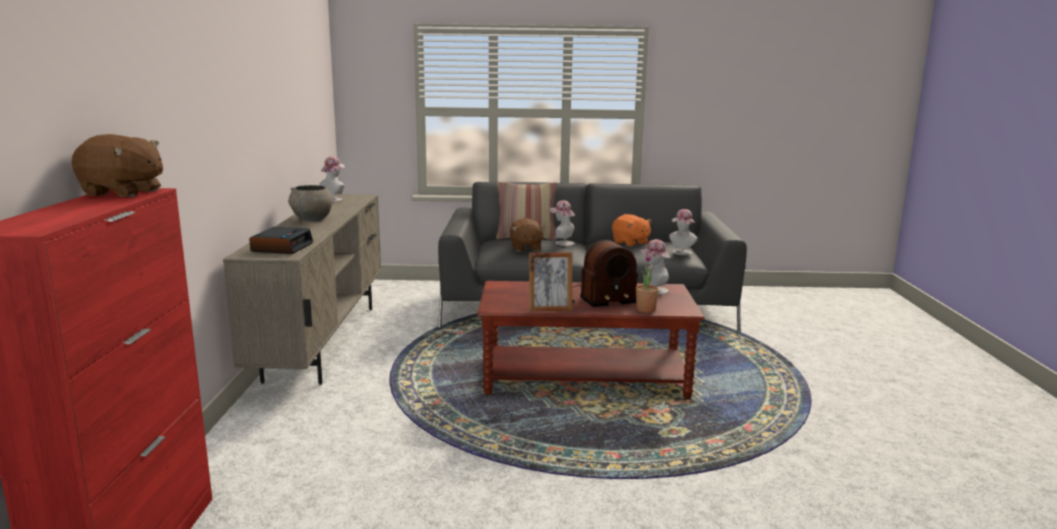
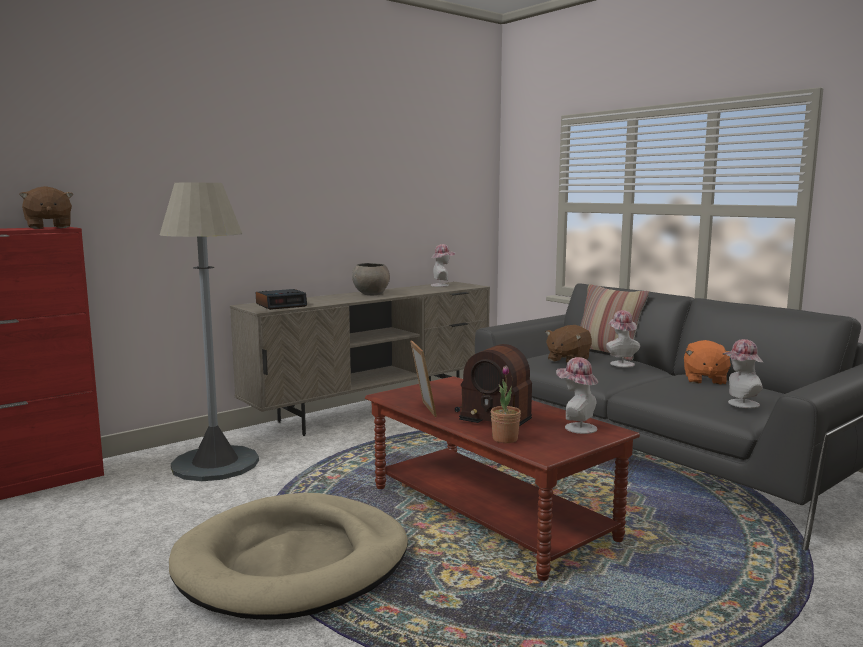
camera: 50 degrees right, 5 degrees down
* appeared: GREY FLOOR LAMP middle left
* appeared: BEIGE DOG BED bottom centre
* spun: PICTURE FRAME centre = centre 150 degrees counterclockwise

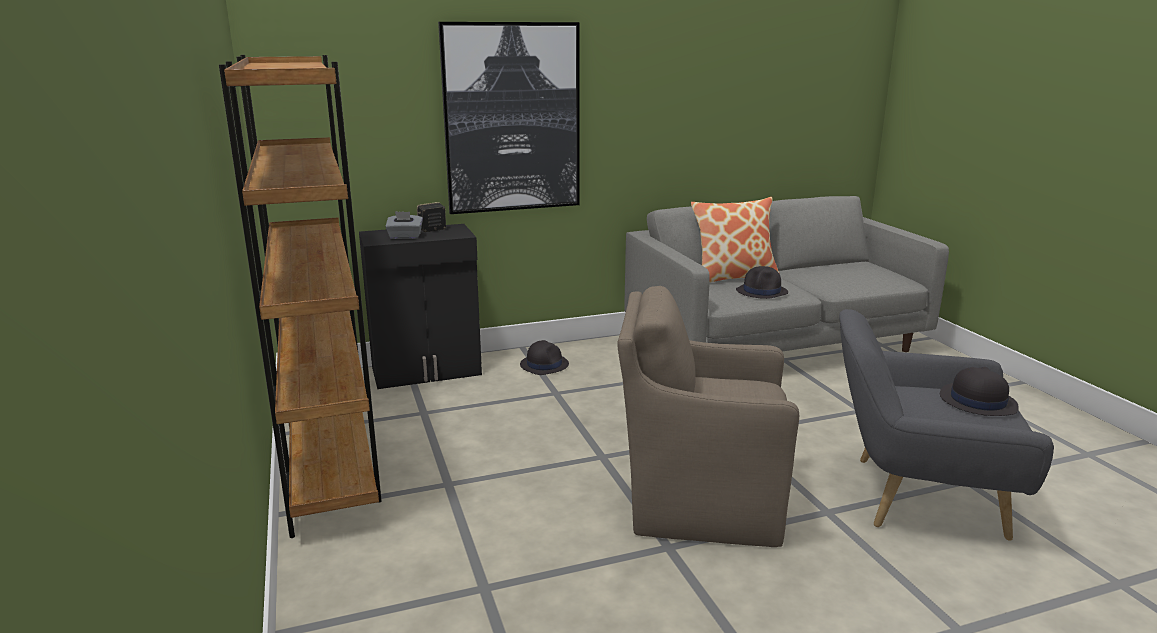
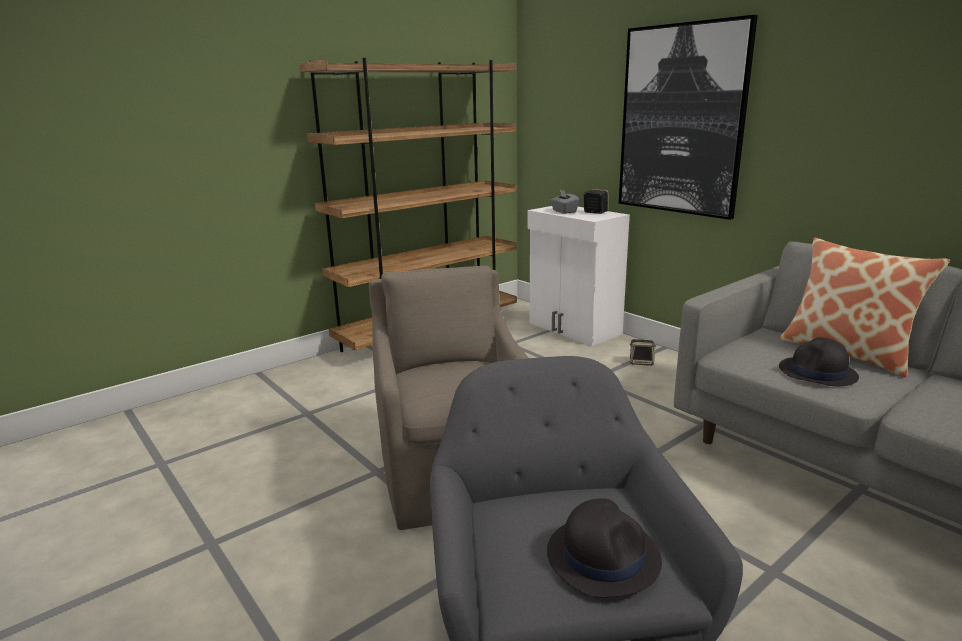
camera: 70 degrees right, 0 degrees up
* exchanged: BLACK HAT (no. 1 from left) centre to SPEAKER (no. 2 from left) middle right
* colour: BLACK CABINET centre to WHITE CABINET centre

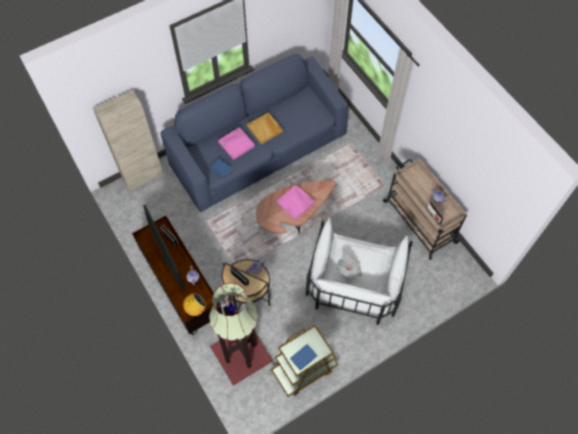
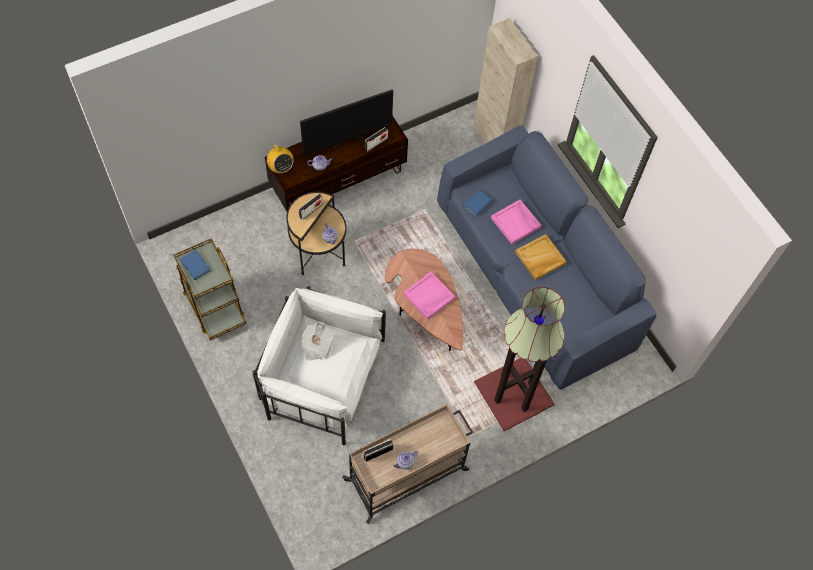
camera: 90 degrees right, 0 degrees up
* relocated: FLOOR LAMP bottom centre to centre

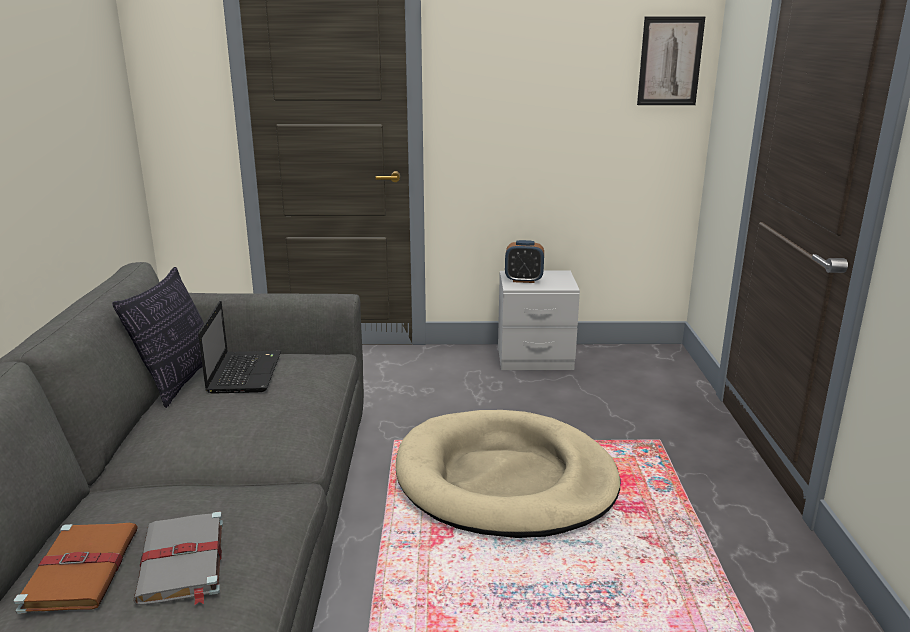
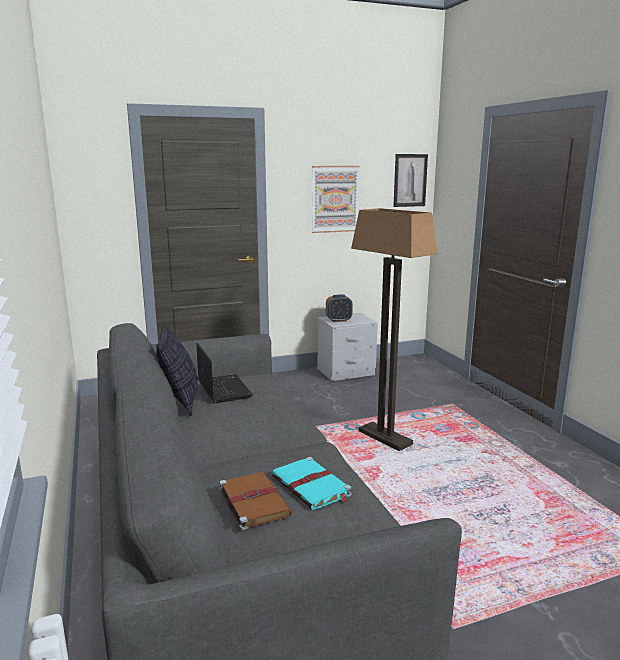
camera: 20 degrees left, 5 degrees down
* appeared: PICTURE (no. 1 from left) top centre
* exchanged: BEIGE DOG BED bottom centre to FLOOR LAMP centre
* colour: GREY BOOK bottom left to TURQUOISE BOOK bottom centre

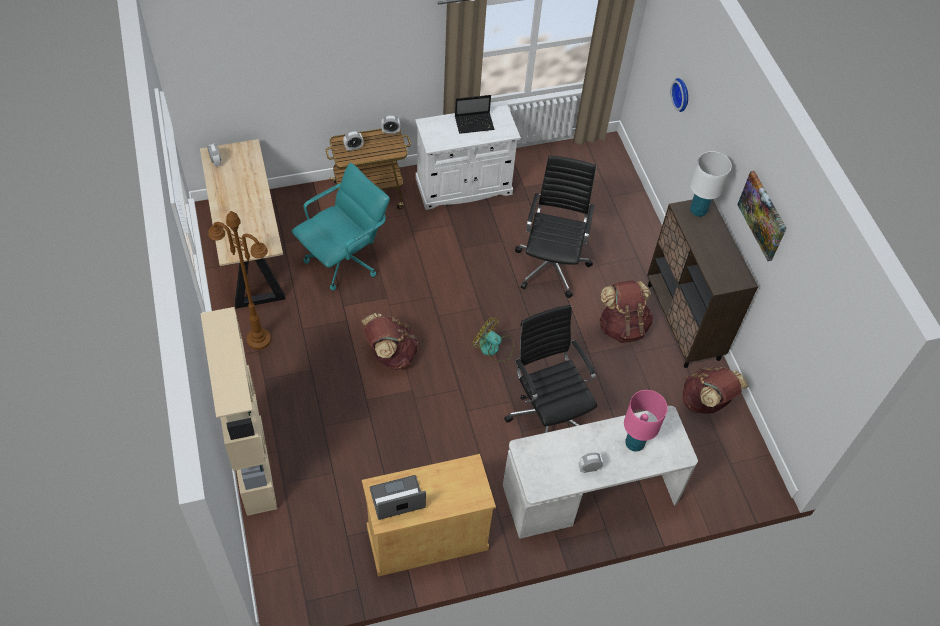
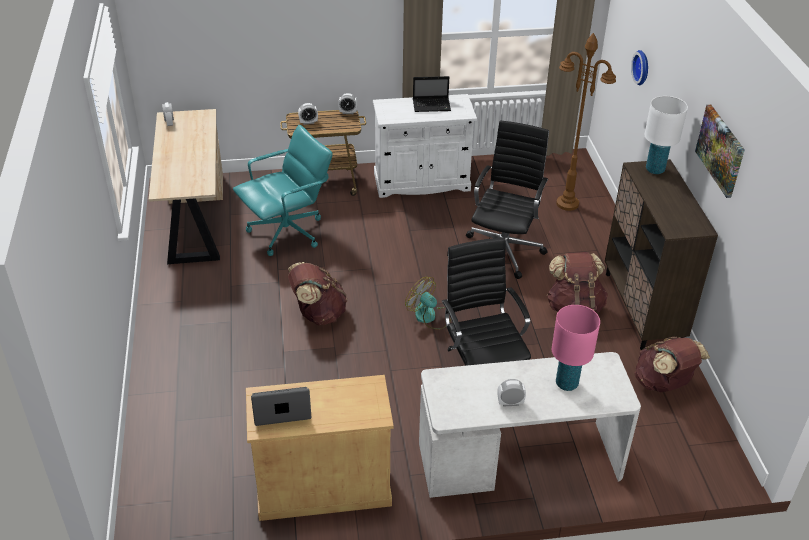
camera: 10 degrees right, 15 degrees down
* missing: BEIGE BOOKCASE middle left
* relocated: BROWN FLOOR LAMP middle left to top right

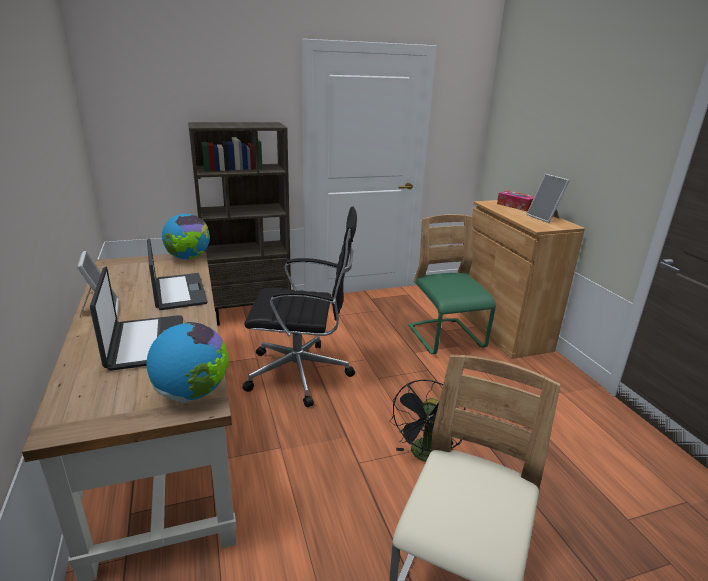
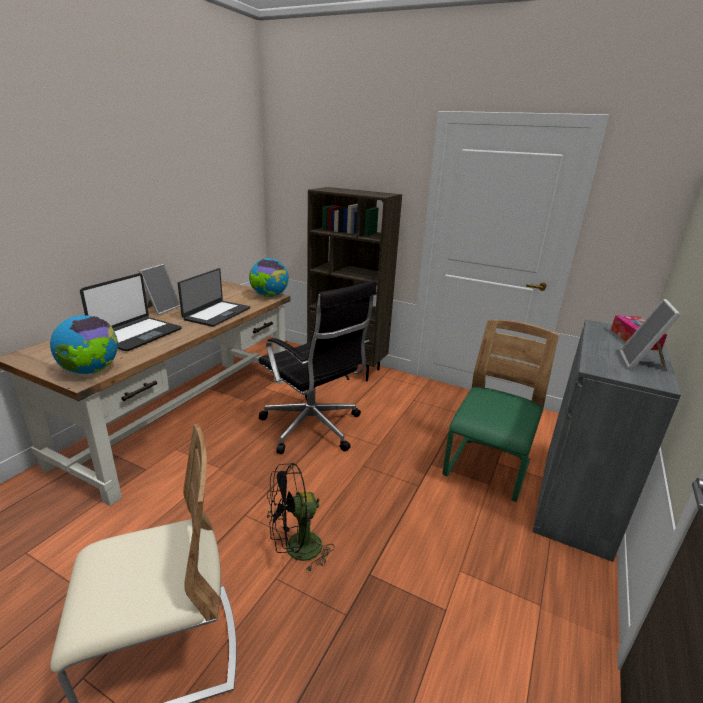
camera: 45 degrees right, 0 degrees up
* colour: BROWN CABINET middle right to GREY CABINET middle right

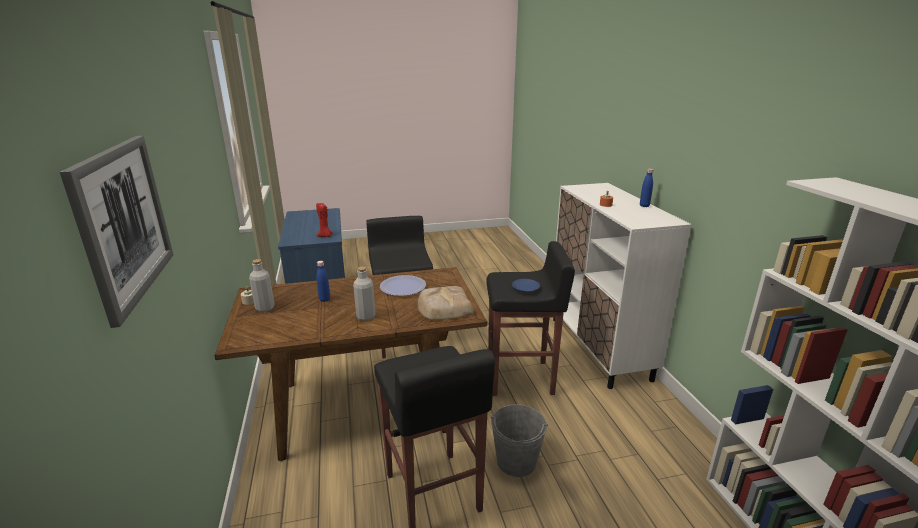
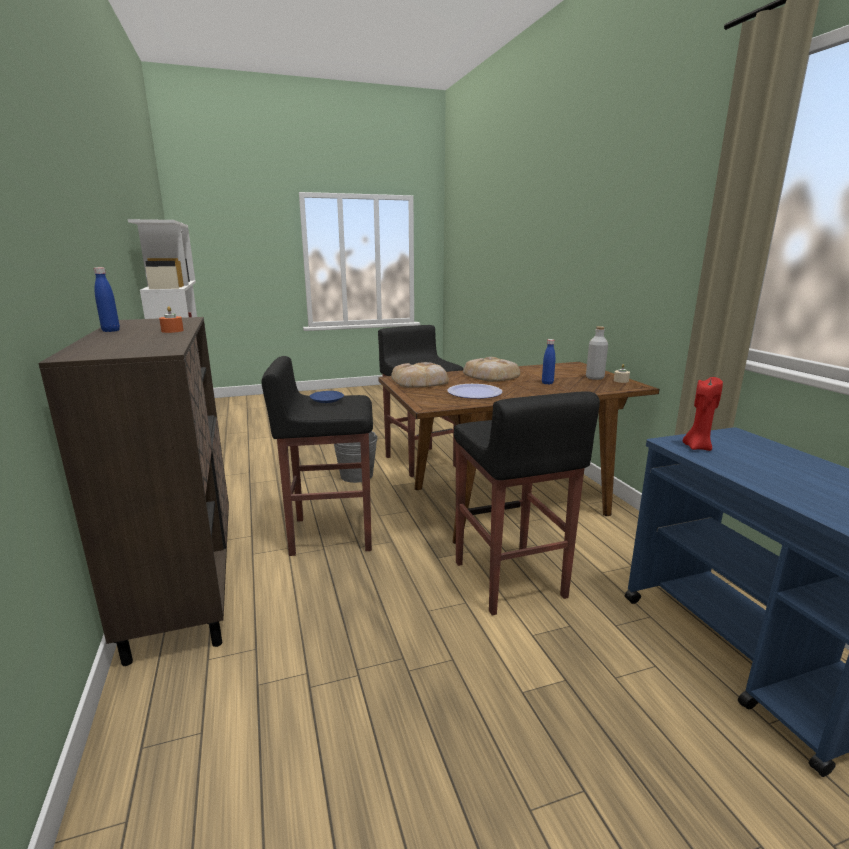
camera: 175 degrees right, 5 degrees down
* missing: PICTURE middle left
* exchanged: GREY BOTTLE (no. 2 from left) centre to BREAD (no. 2 from left) centre
* colour: WHITE CABINET middle right to BROWN CABINET middle left

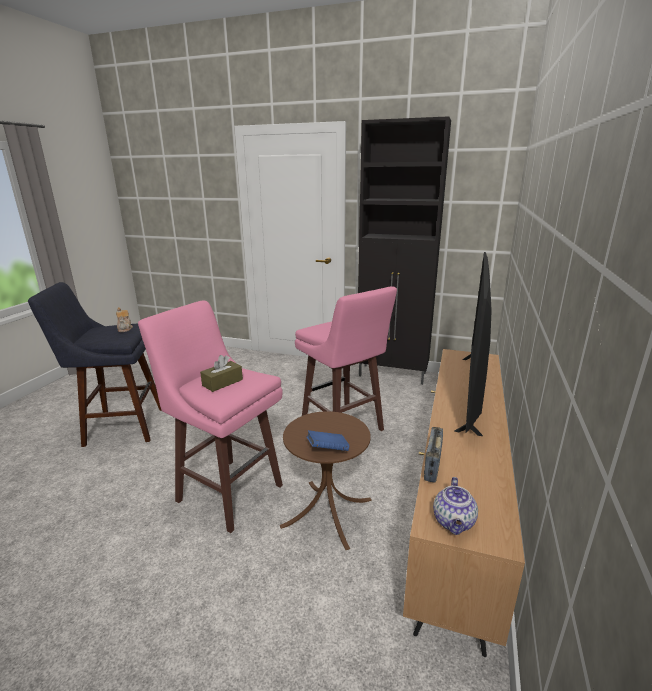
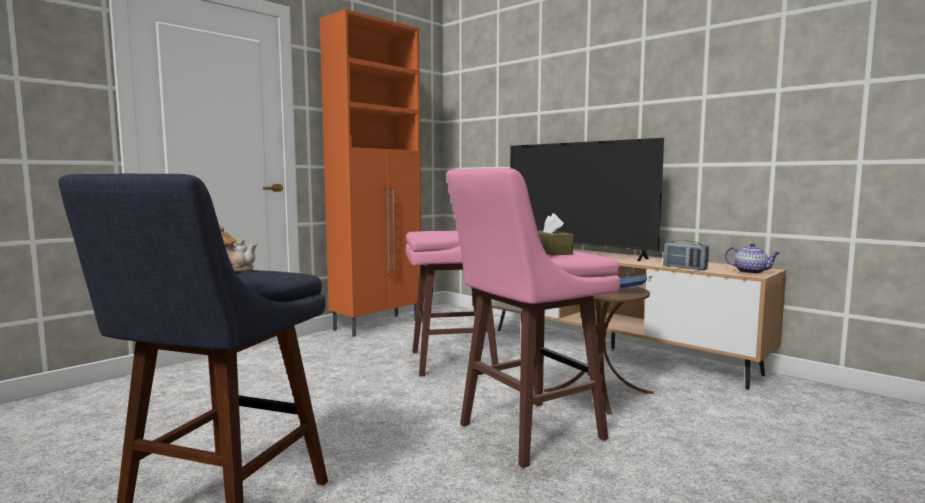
camera: 65 degrees left, 15 degrees down
* colour: BLACK CABINET centre to ORANGE CABINET centre

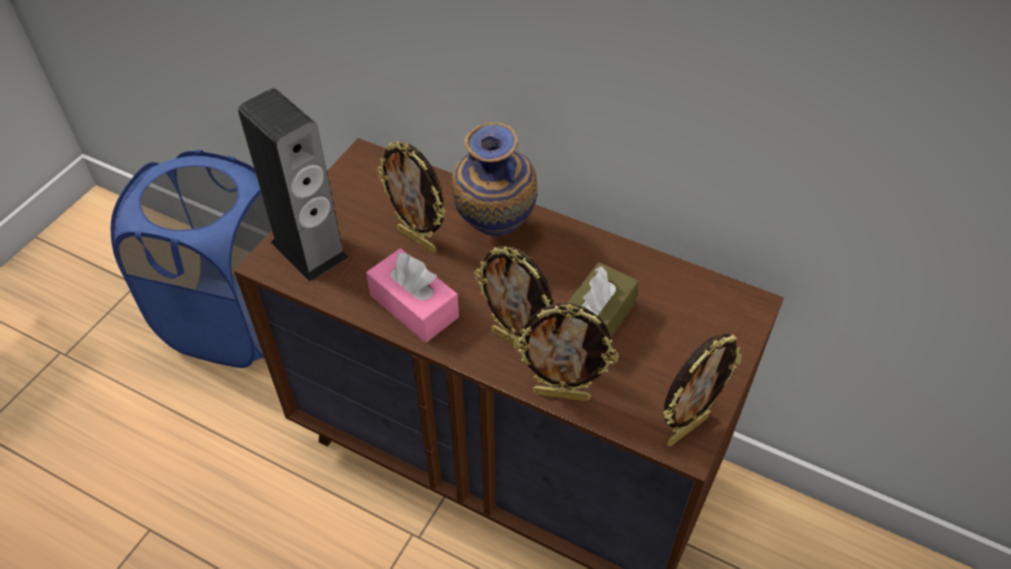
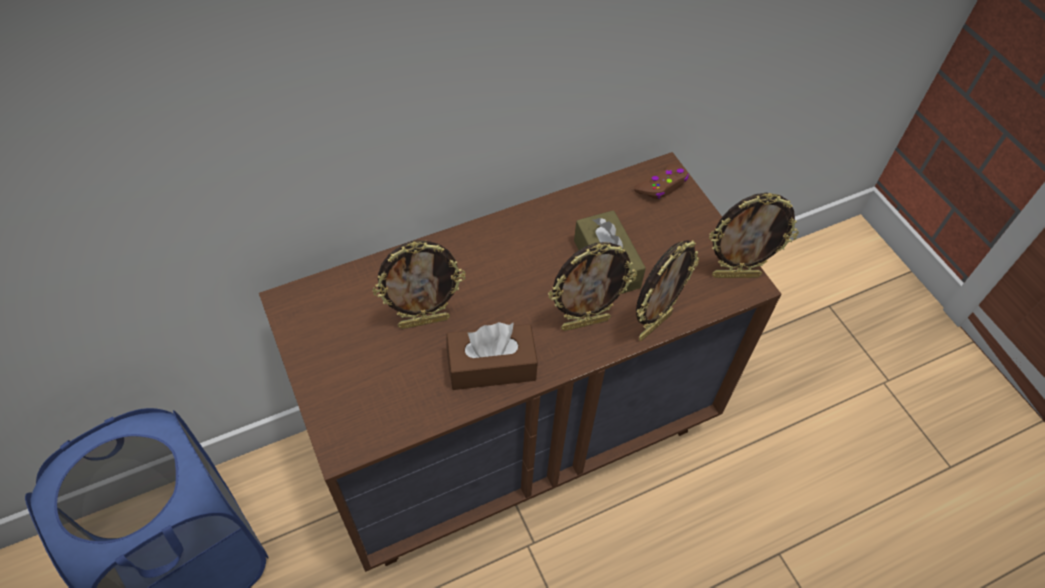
camera: 55 degrees left, 5 degrees up
* missing: SPEAKER top left
* missing: VASE top centre
* appeared: BROWN GAME CONTROLLER top centre
* colour: PINK TISSUE BOX centre to BROWN TISSUE BOX (no. 1 from left) centre
* spun: PICTURE FRAME (no. 4 from left) bottom right = middle right 90 degrees clockwise

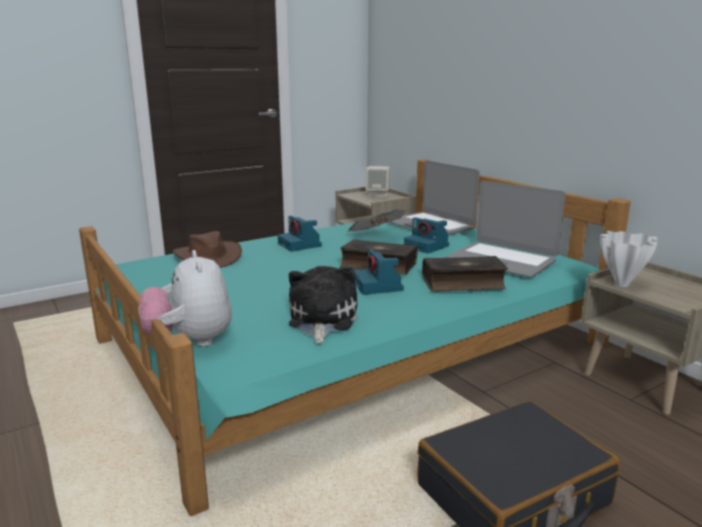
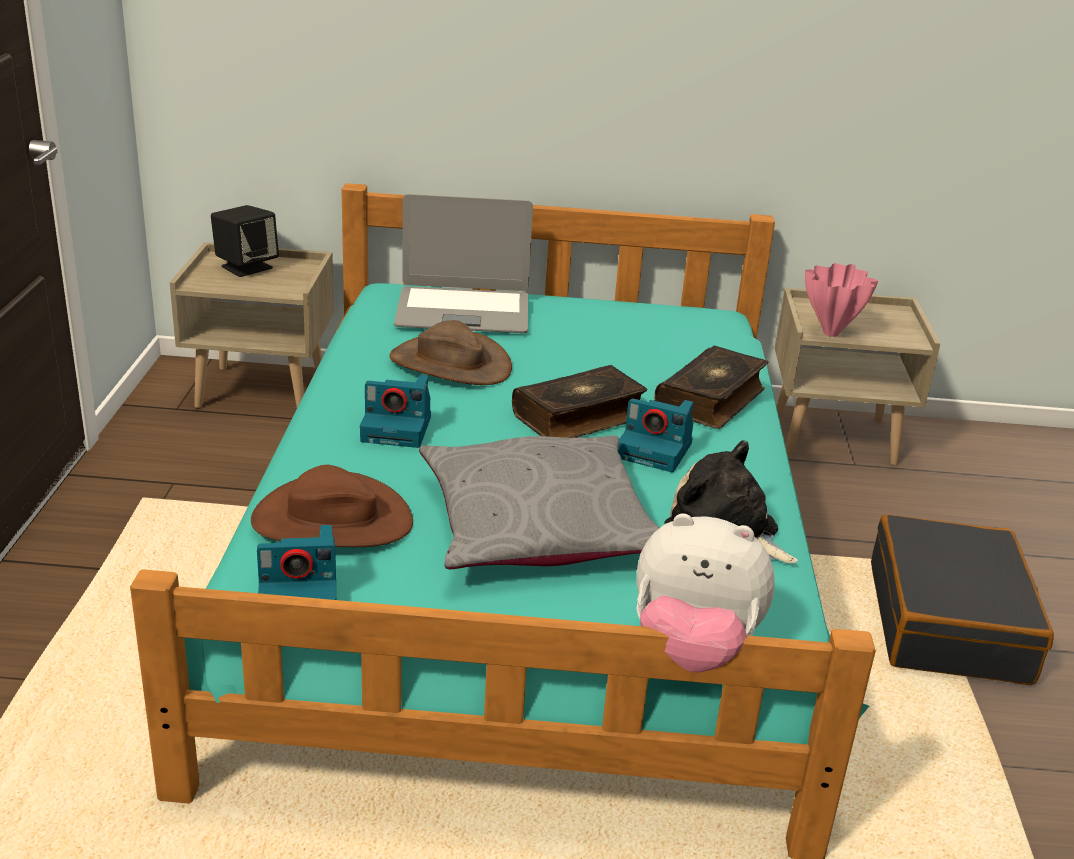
camera: 55 degrees left, 10 degrees up
* missing: LAPTOP (no. 2 from left) middle right
* appeared: GREY PILLOW centre
* relocated: PHOTO CAMERA (no. 3 from left in the first image) centre to PHOTO CAMERA (no. 1 from left) middle left
* exchanged: NEWSPAPER centre to BROWN HAT (no. 2 from left) centre
* colour: BEIGE SPEAKER centre to BLACK SPEAKER top left
* colour: WHITE VASE middle right to PINK VASE middle right

